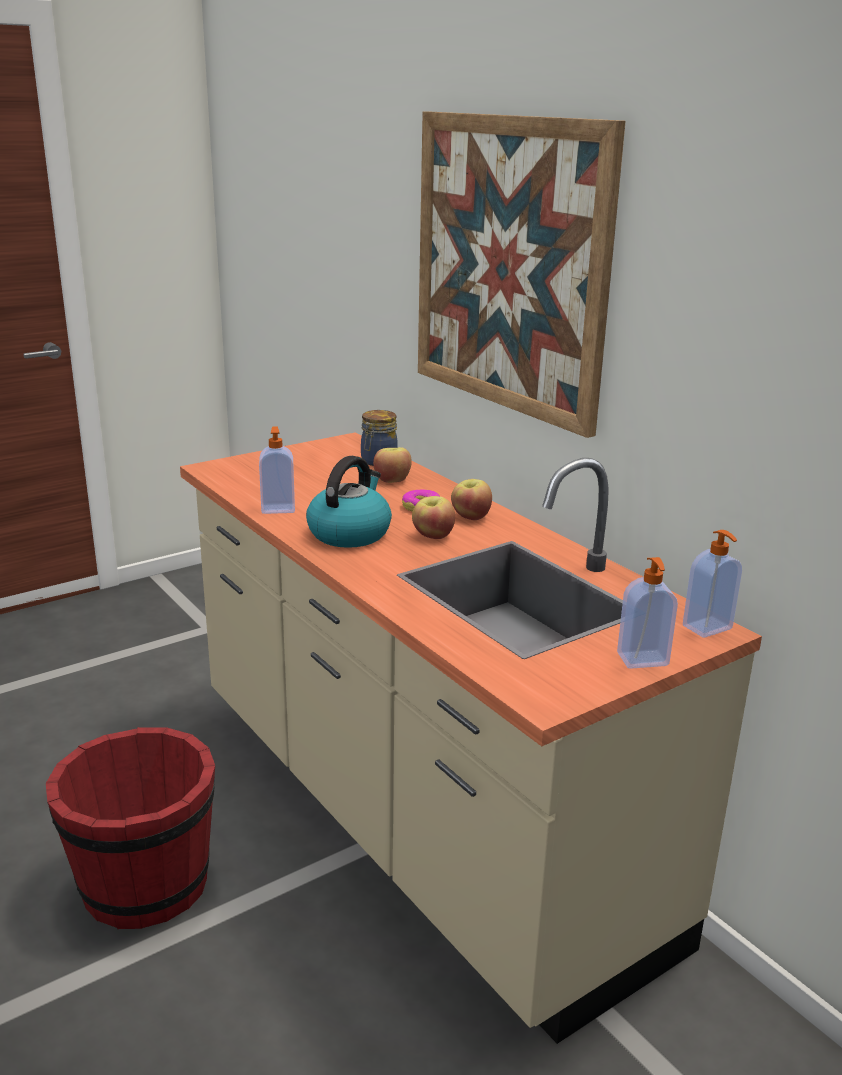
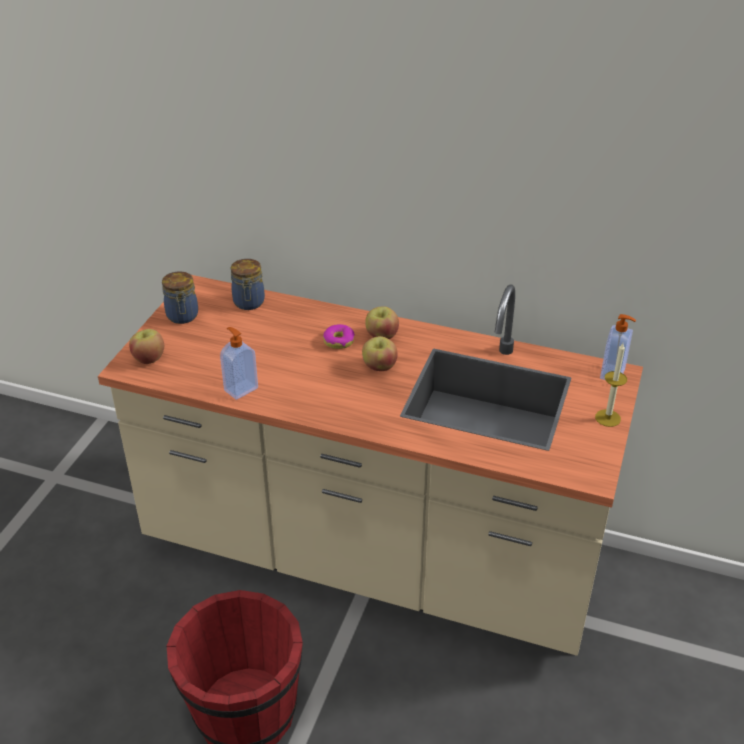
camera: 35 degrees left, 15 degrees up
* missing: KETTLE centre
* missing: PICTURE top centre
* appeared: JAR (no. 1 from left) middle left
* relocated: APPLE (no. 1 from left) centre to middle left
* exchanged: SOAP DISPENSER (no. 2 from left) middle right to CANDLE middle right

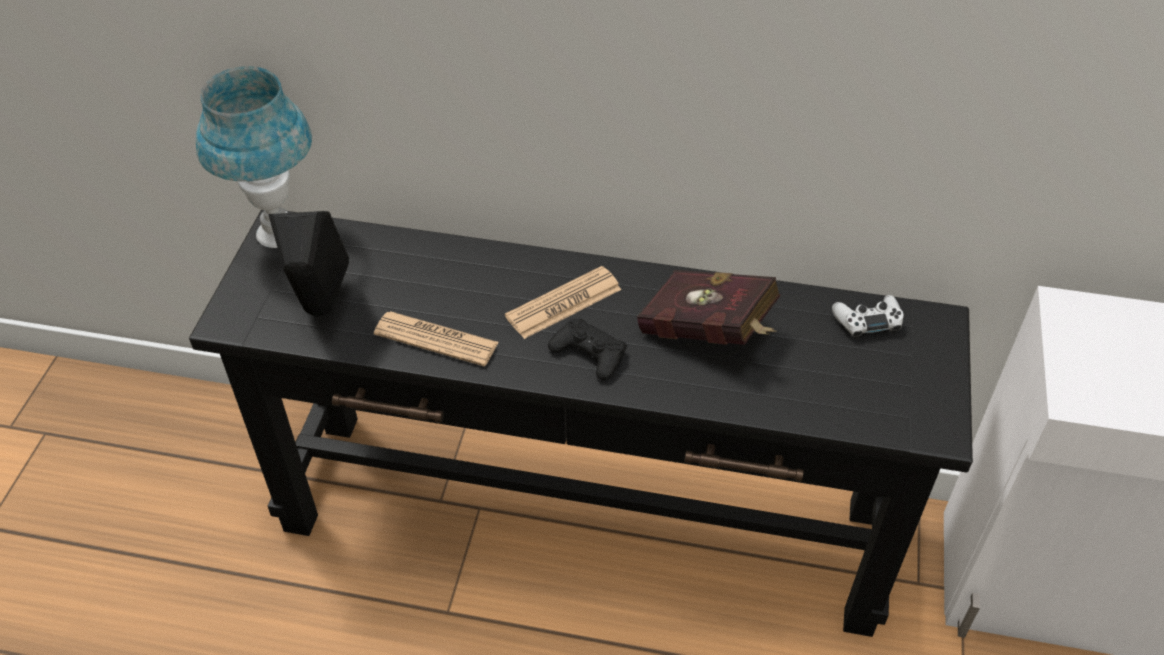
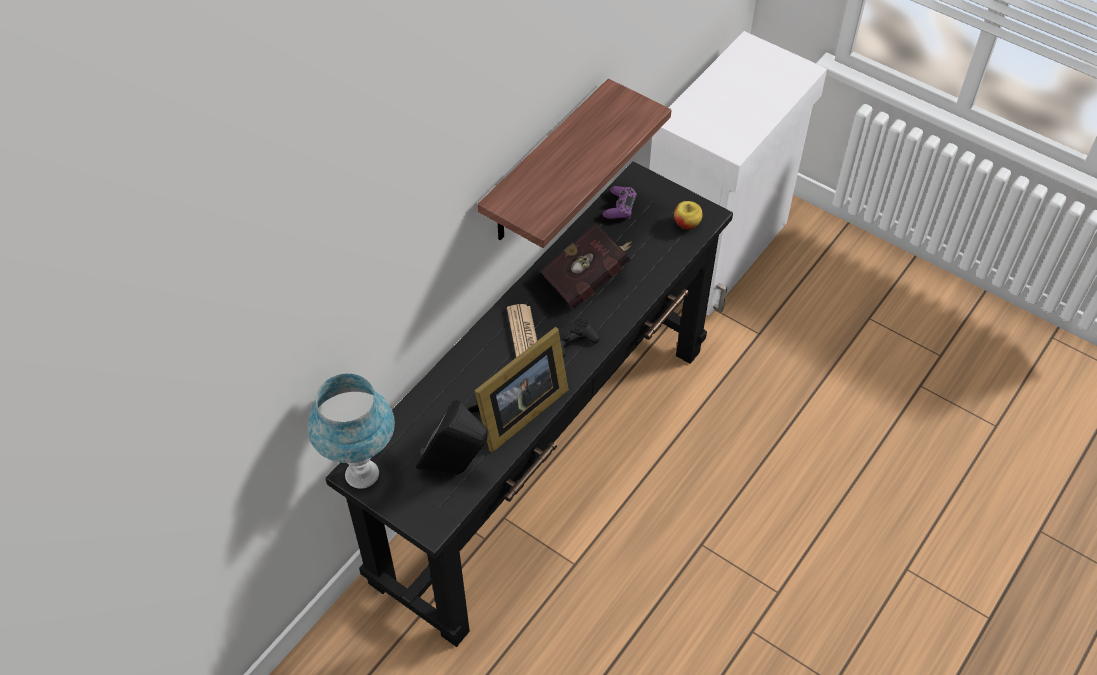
camera: 65 degrees left, 5 degrees up
* appeared: SHELF top centre
* appeared: APPLE top centre
* exchanged: NEWSPAPER (no. 1 from left) centre to PICTURE FRAME centre
* colour: WHITE GAME CONTROLLER middle right to PURPLE GAME CONTROLLER top centre

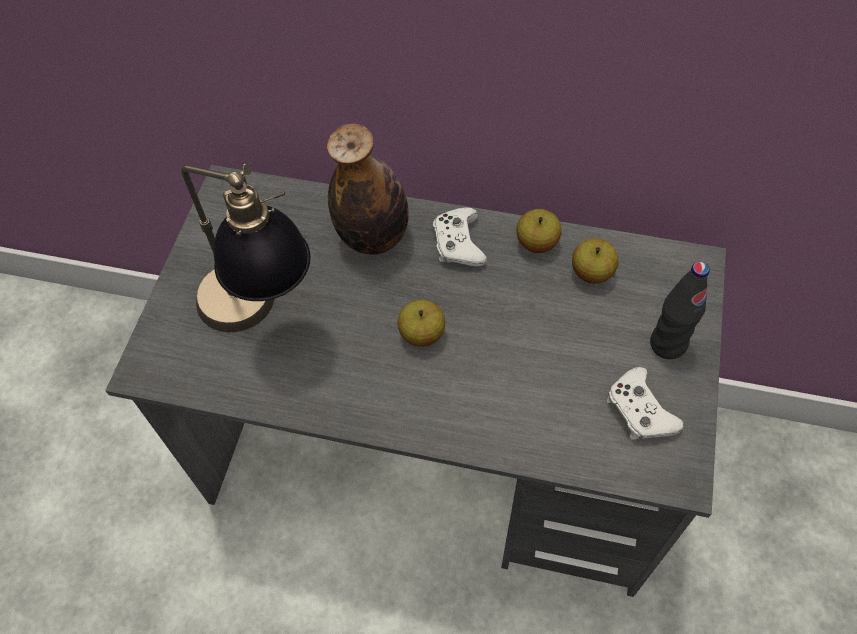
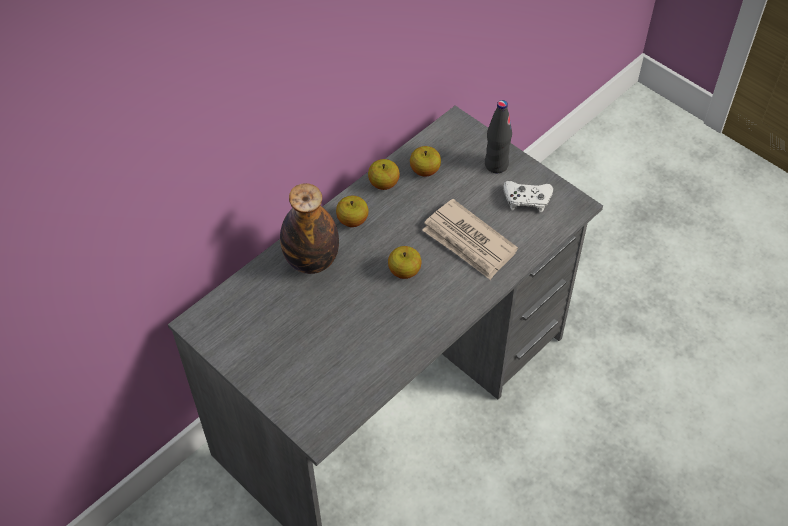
camera: 60 degrees left, 5 degrees down
* missing: TABLE LAMP middle left
* appeared: NEWSPAPER centre
* exchanged: WHITE GAME CONTROLLER (no. 1 from left) centre to APPLE (no. 1 from left) centre

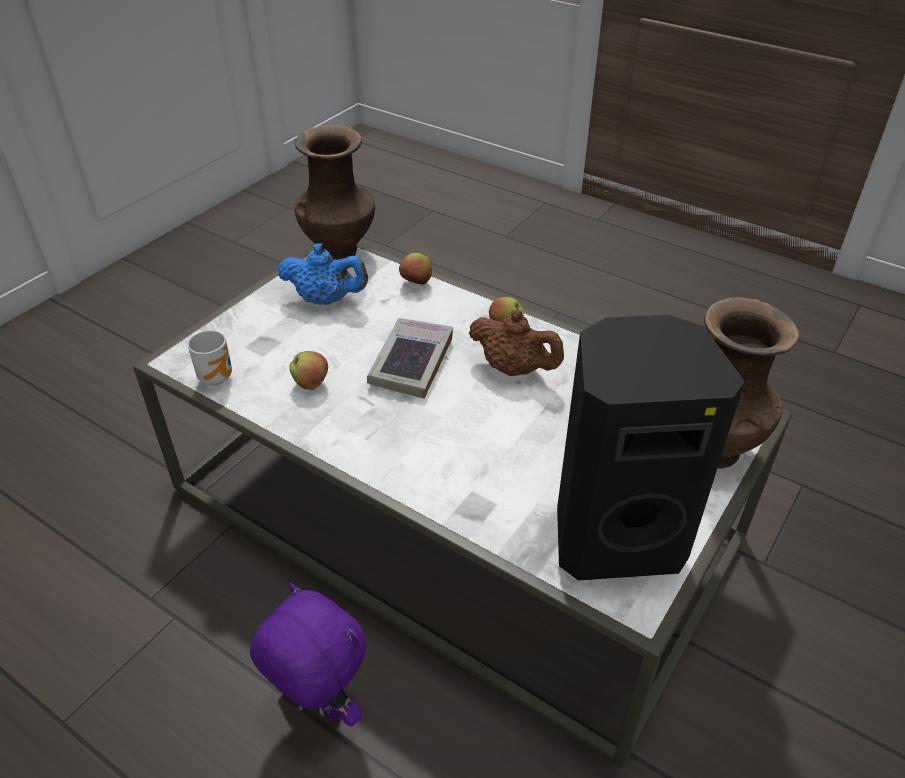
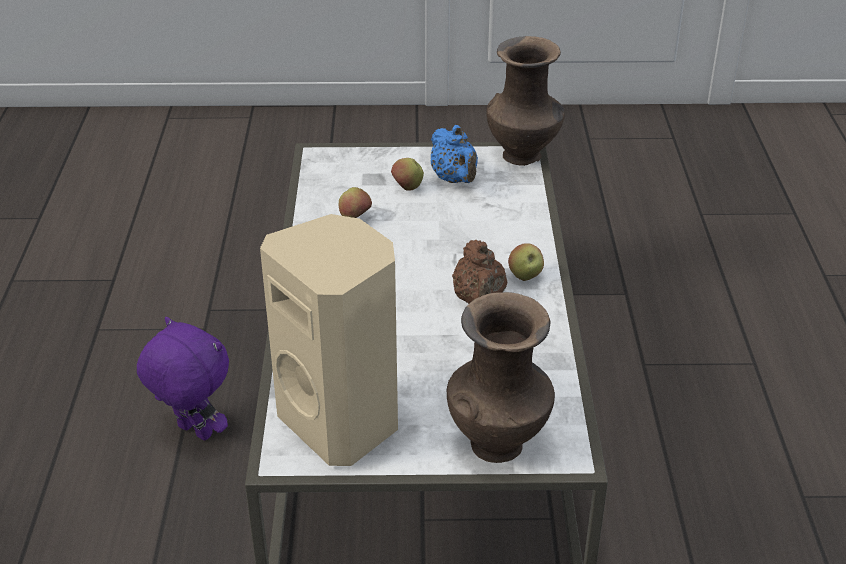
camera: 55 degrees right, 5 degrees down
* missing: MUG middle left
* missing: BOOK centre
* relocated: APPLE (no. 2 from left) centre to top centre
* colour: BLACK SPEAKER middle right to BEIGE SPEAKER centre
* spun: PURPLE PLUSH TOY bottom centre = bottom left 60 degrees counterclockwise

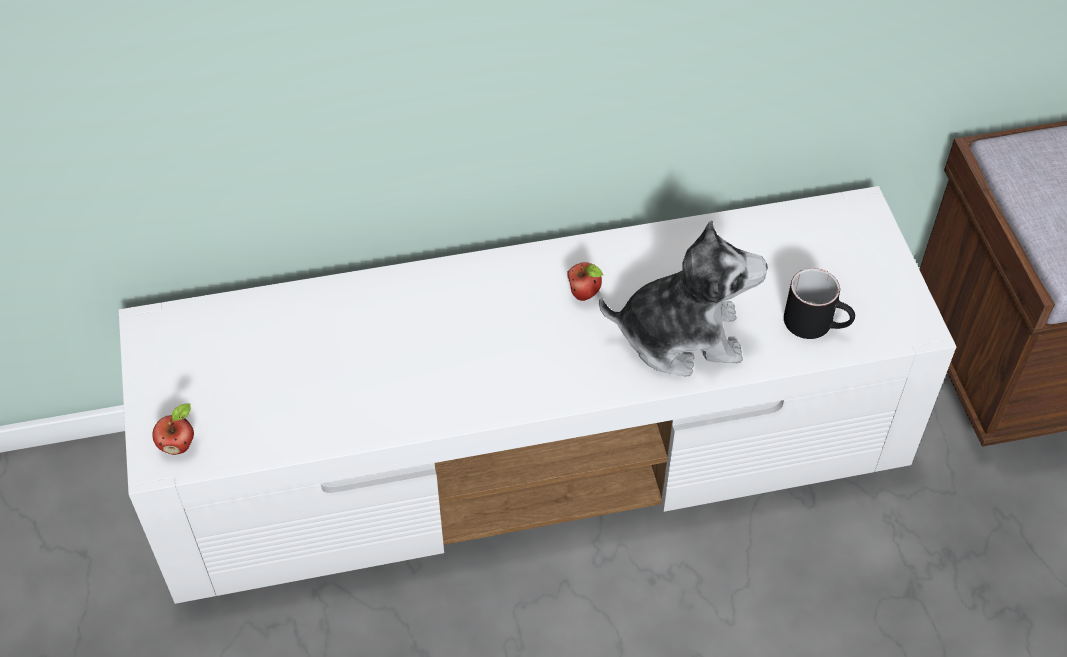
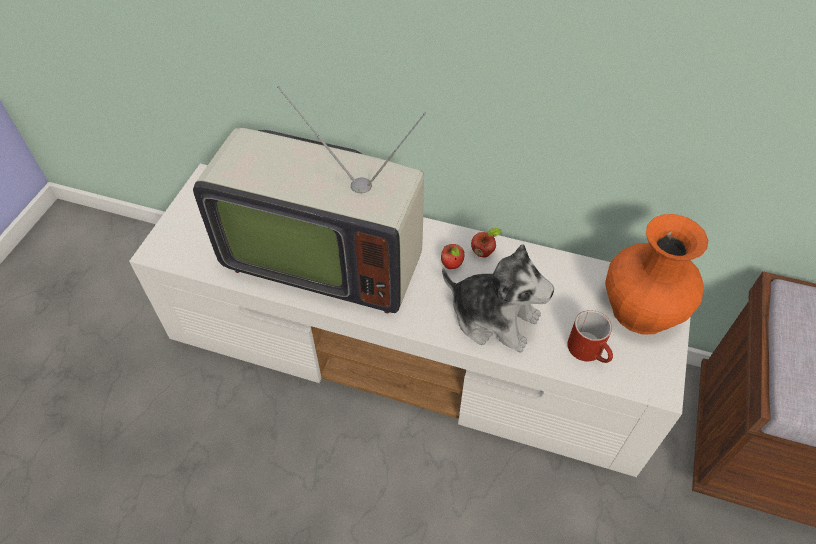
camera: 30 degrees right, 0 degrees up
* appeared: TELEVISION centre
* appeared: ORANGE VASE middle right
* relocated: APPLE (no. 1 from left in the first image) middle left to APPLE (no. 2 from left) centre
* colour: BLACK MUG middle right to RED MUG middle right

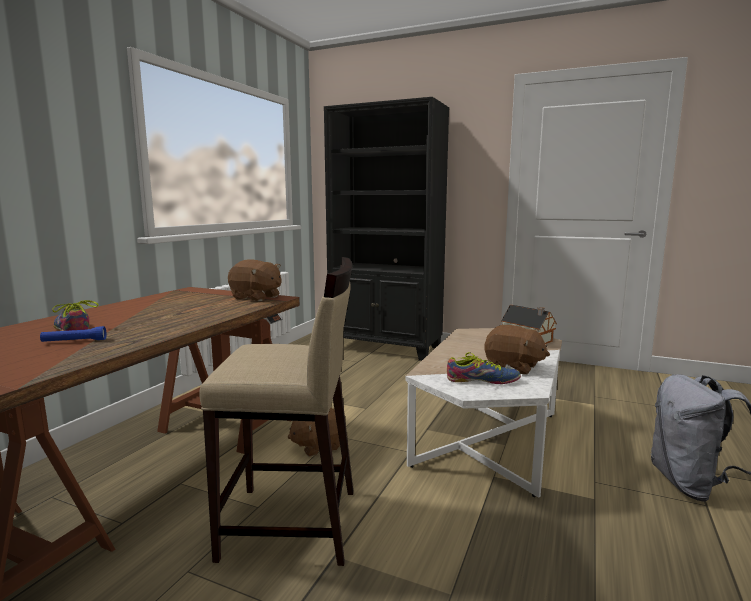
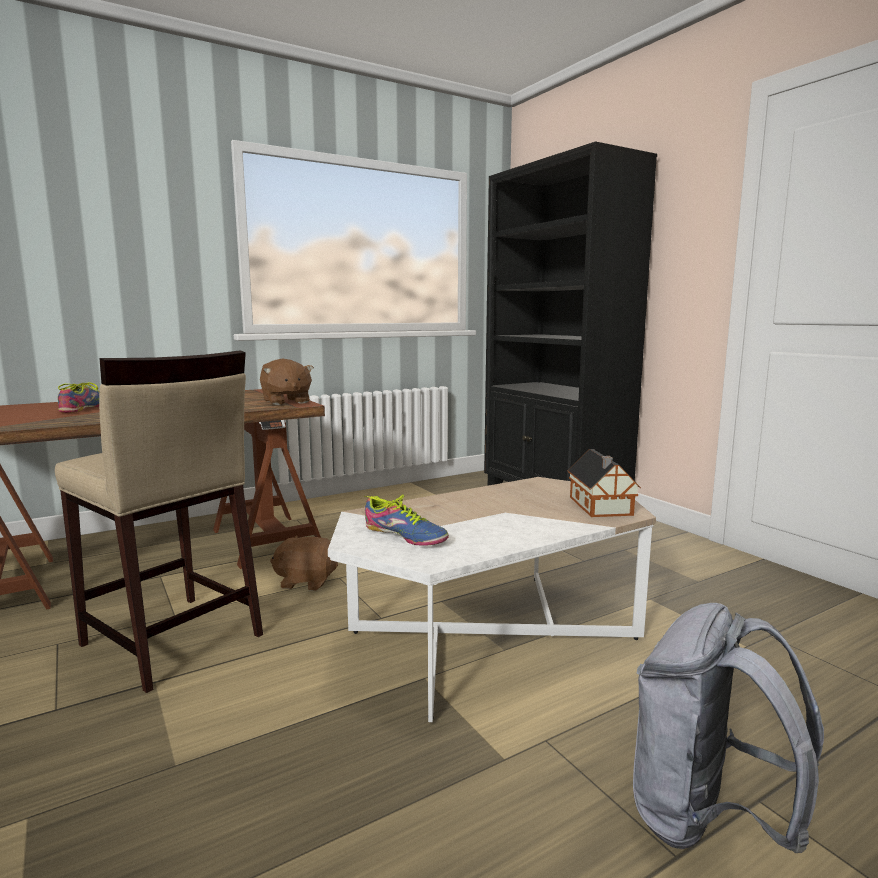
camera: 35 degrees right, 0 degrees up
* missing: BLUE FLASHLIGHT middle left
* missing: BROWN PLUSH TOY (no. 3 from left) middle right

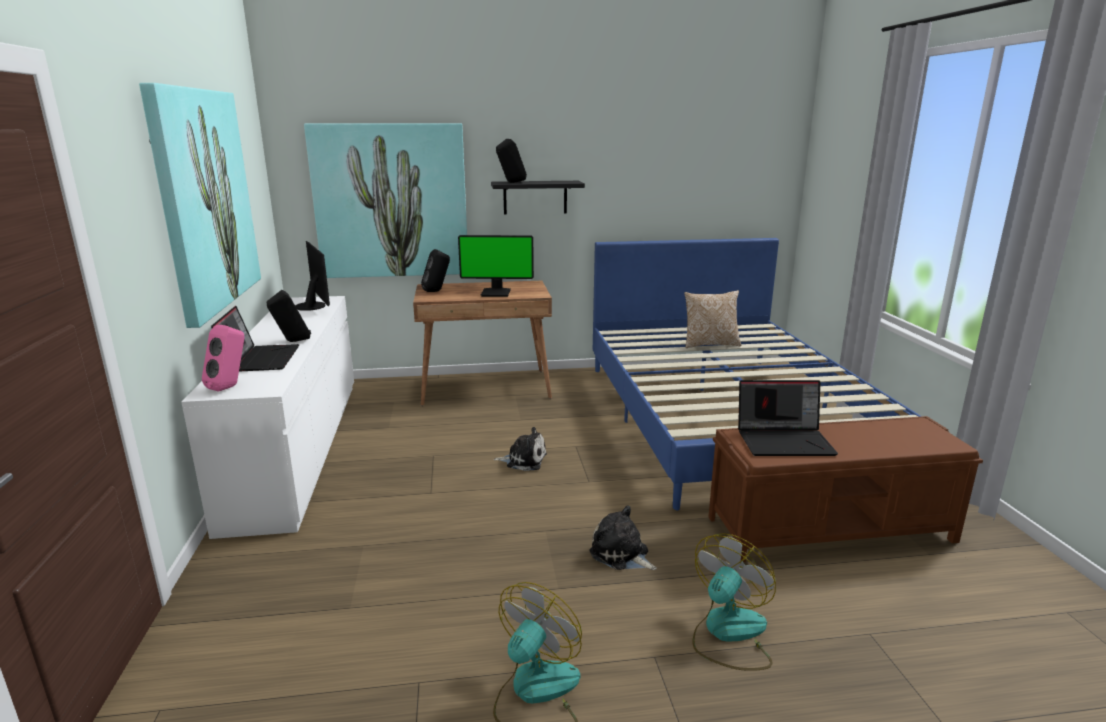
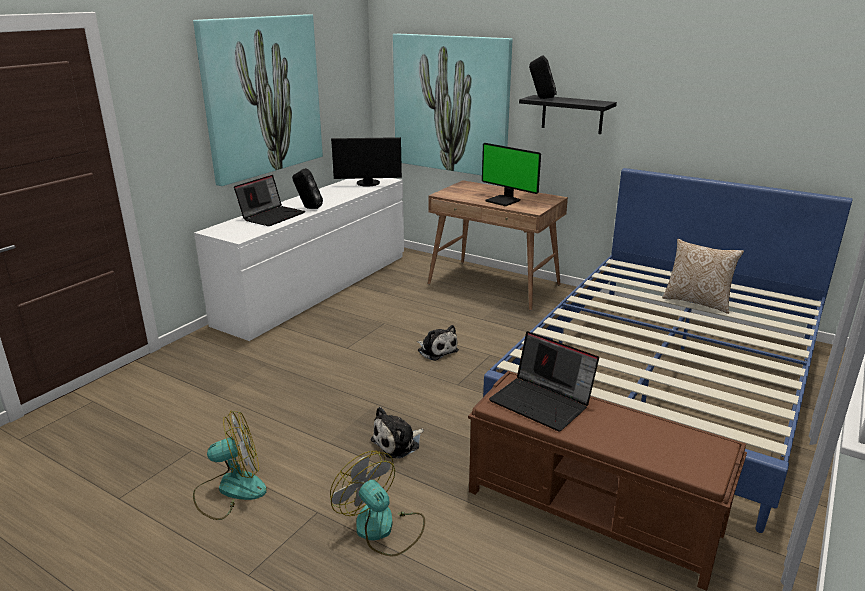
camera: 40 degrees right, 5 degrees up
* missing: PINK SPEAKER middle left
* missing: BLACK SPEAKER (no. 2 from left) centre
* spun: MONITOR (no. 1 from left) middle left = top centre 75 degrees clockwise
* spun: PLUSH TOY (no. 2 from left in the first image) bottom centre = bottom centre 120 degrees counterclockwise
* spun: FAN (no. 2 from left) bottom centre = bottom centre 120 degrees counterclockwise

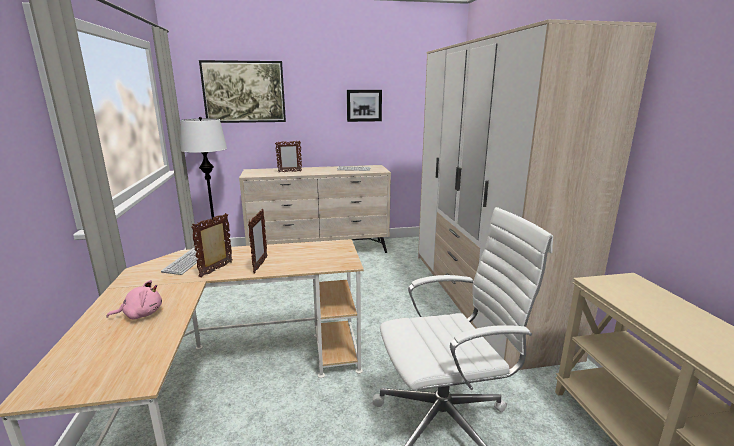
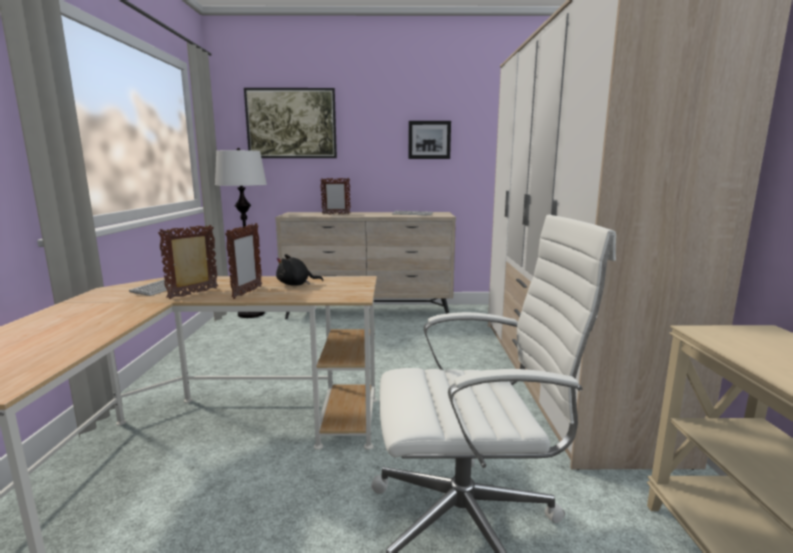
camera: 10 degrees right, 5 degrees down
* missing: PINK PLUSH TOY bottom left
* appeared: BLACK PLUSH TOY centre

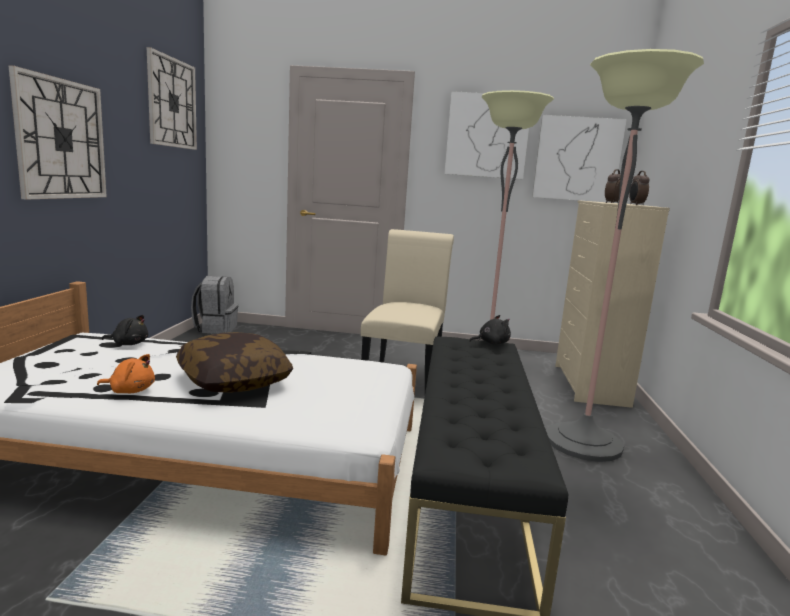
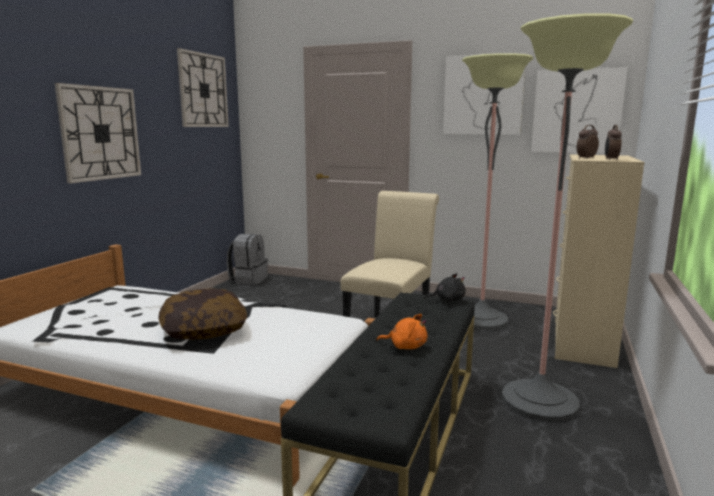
camera: 15 degrees right, 0 degrees up
* missing: BLACK PLUSH TOY (no. 1 from left) middle left
* relocated: ORANGE PLUSH TOY middle left to bottom centre

